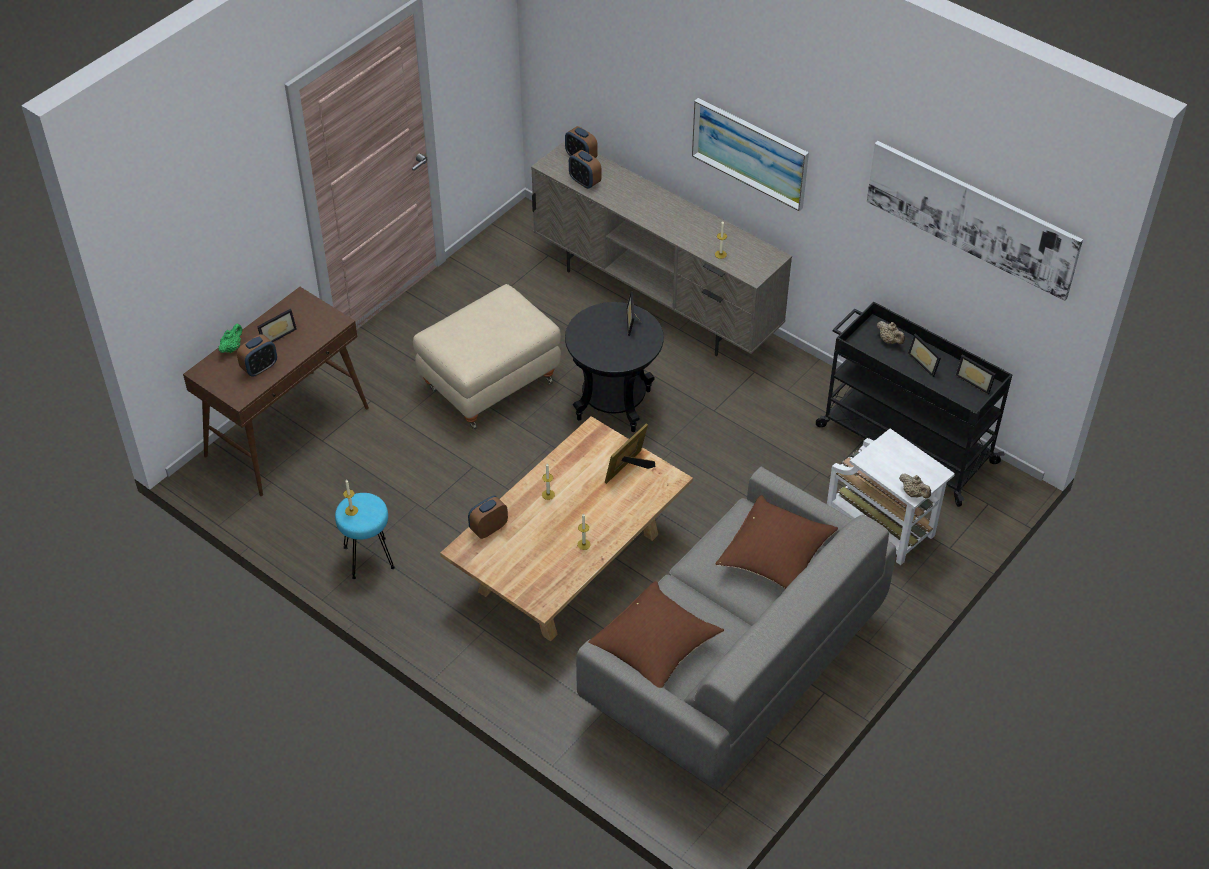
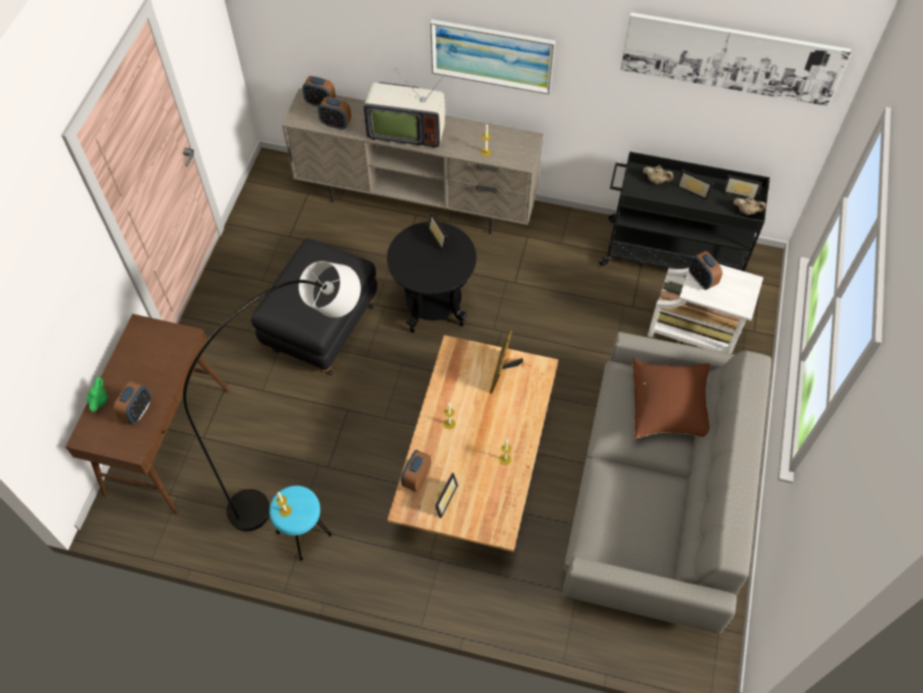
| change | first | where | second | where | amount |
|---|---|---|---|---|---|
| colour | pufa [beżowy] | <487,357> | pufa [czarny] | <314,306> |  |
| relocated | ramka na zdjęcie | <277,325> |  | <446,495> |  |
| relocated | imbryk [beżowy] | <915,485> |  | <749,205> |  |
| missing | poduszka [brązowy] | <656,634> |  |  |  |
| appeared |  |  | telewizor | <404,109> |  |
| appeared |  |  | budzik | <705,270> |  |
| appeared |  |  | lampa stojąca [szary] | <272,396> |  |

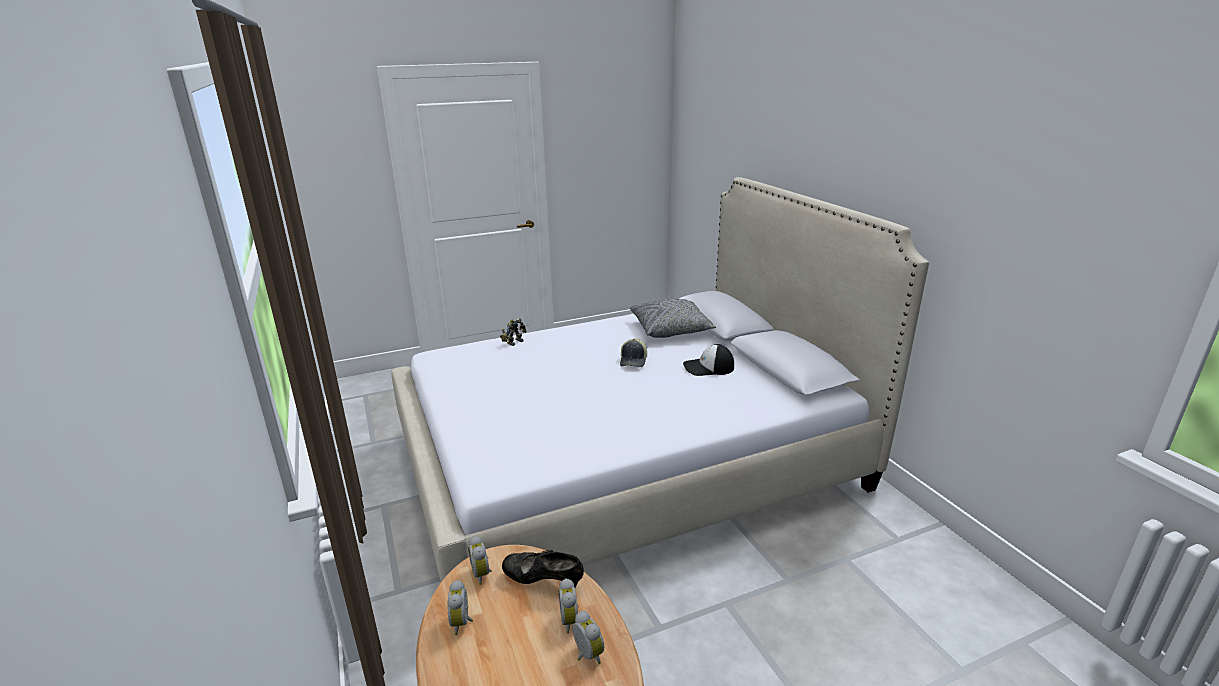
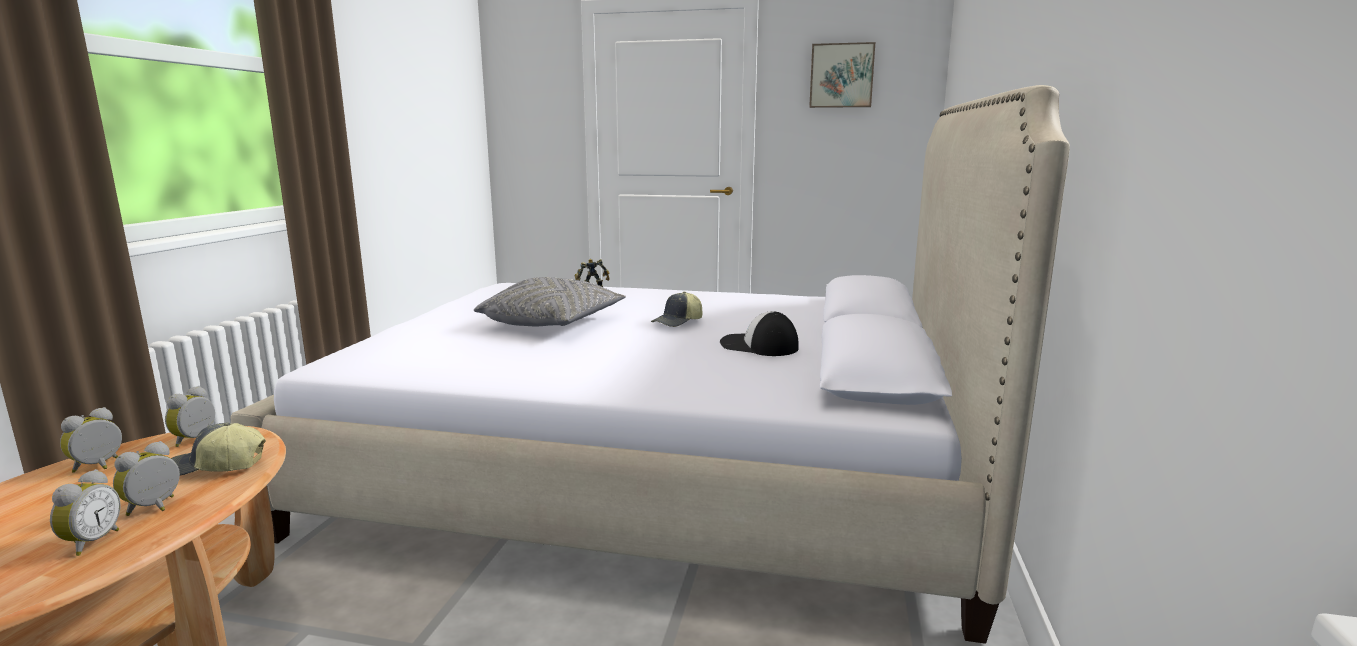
| change | first | where | second | where | amount |
|---|---|---|---|---|---|
| relocated | poduszka [szary] | <673,318> |  | <550,301> |  |
| exchanged | but [czarny] | <543,568> | czapka z daszkiem | <218,449> |  |
| appeared |  |  | obraz | <842,75> |  |

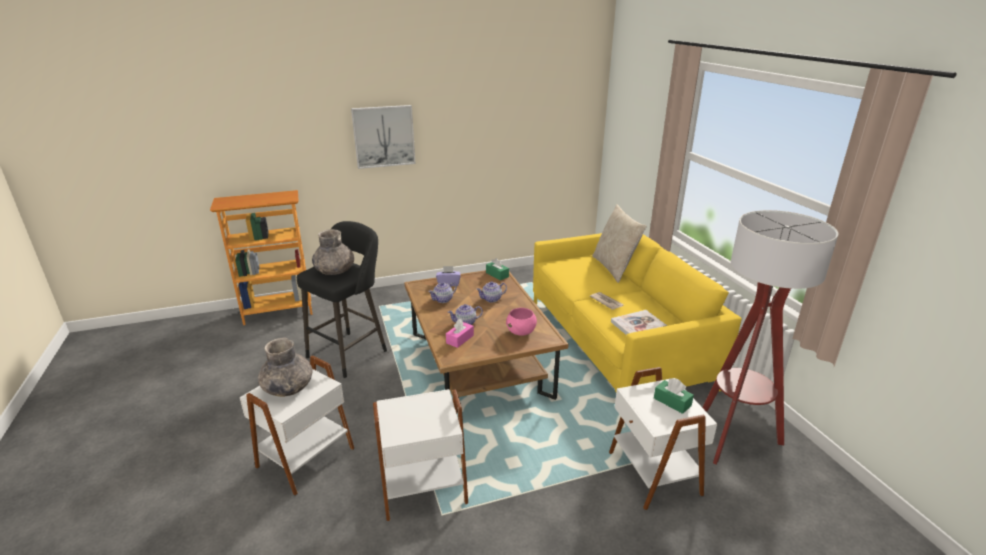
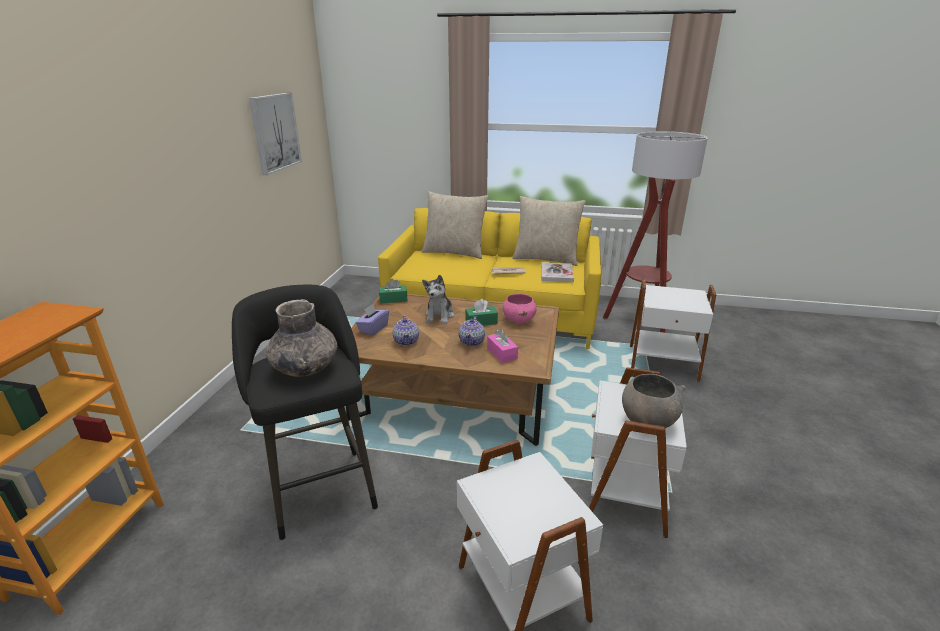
| change | first | where | second | where | amount |
|---|---|---|---|---|---|
| relocated | obraz | <383,137> |  | <275,134> |  |
| exchanged | imbryk | <491,292> | pluszak | <438,299> |  |
| missing | wazon [szary] | <285,367> |  |  |  |
| relocated | pudełko chusteczek [zielony] | <674,396> |  | <481,312> |  |
| appeared |  |  | poduszka [beżowy] | <549,231> |  |
| appeared |  |  | miska [szary] | <654,401> |  |

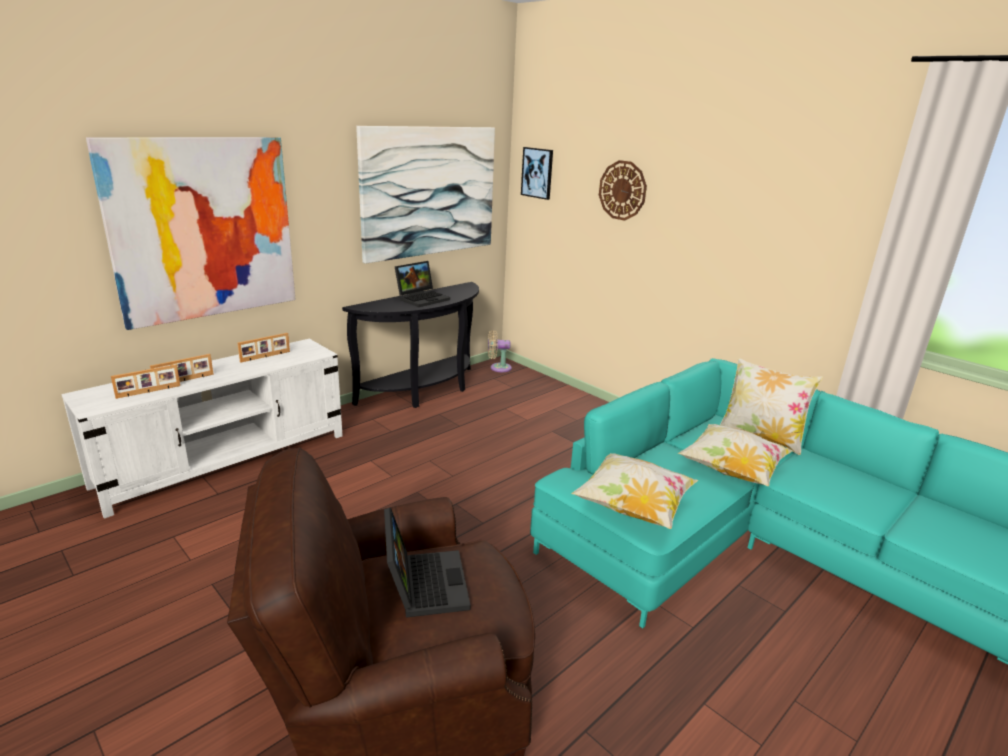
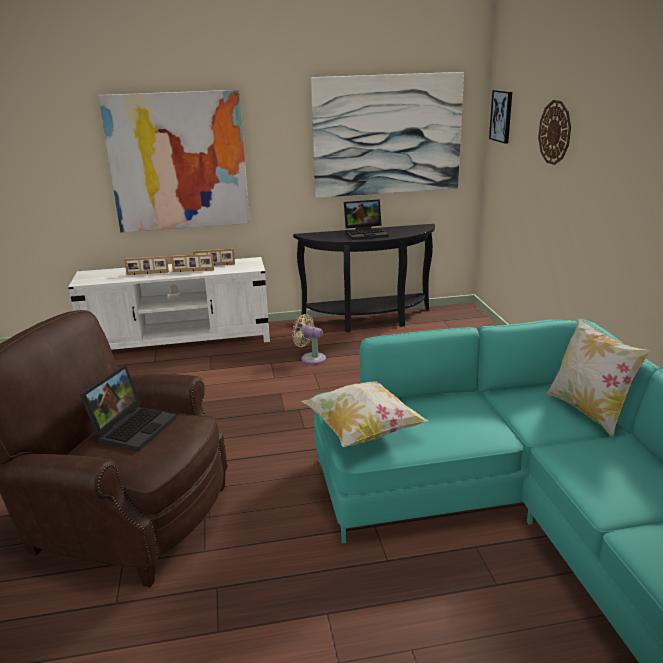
| change | first | where | second | where | amount |
|---|---|---|---|---|---|
| relocated | wentylator [beżowy] | <500,351> |  | <309,339> |  |
| relocated | ramka na zdjęcie | <145,382> |  | <192,263> |  |
| missing | poduszka | <735,455> |  |  |  |

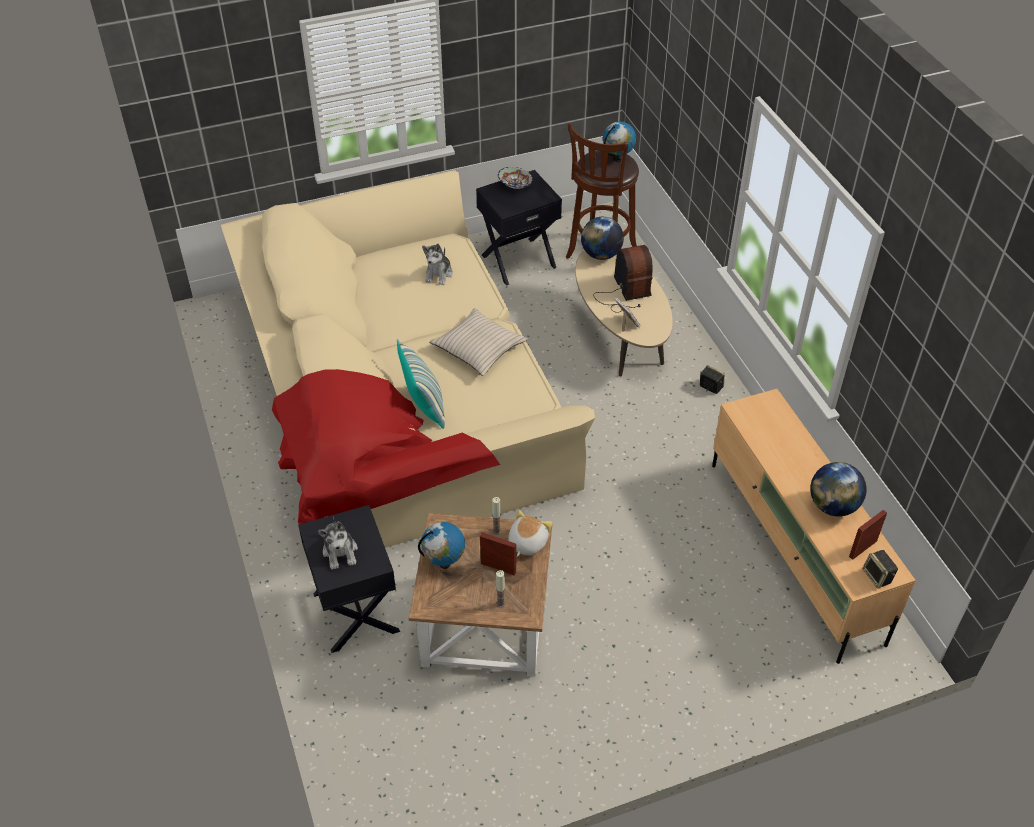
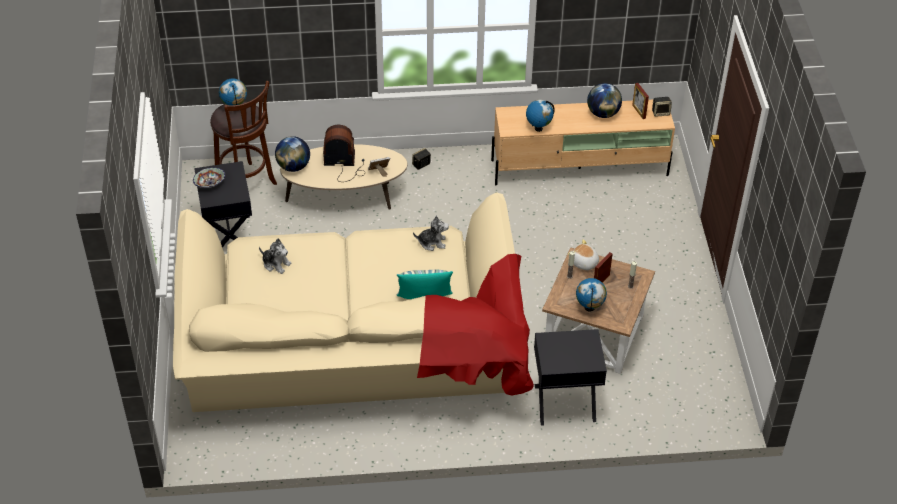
| change | first | where | second | where | amount |
|---|---|---|---|---|---|
| missing | poduszka [beżowy] | <478,342> |  |  |  |
| relocated | pluszak | <338,543> |  | <431,233> |  |
| appeared |  |  | globus | <540,116> |  |

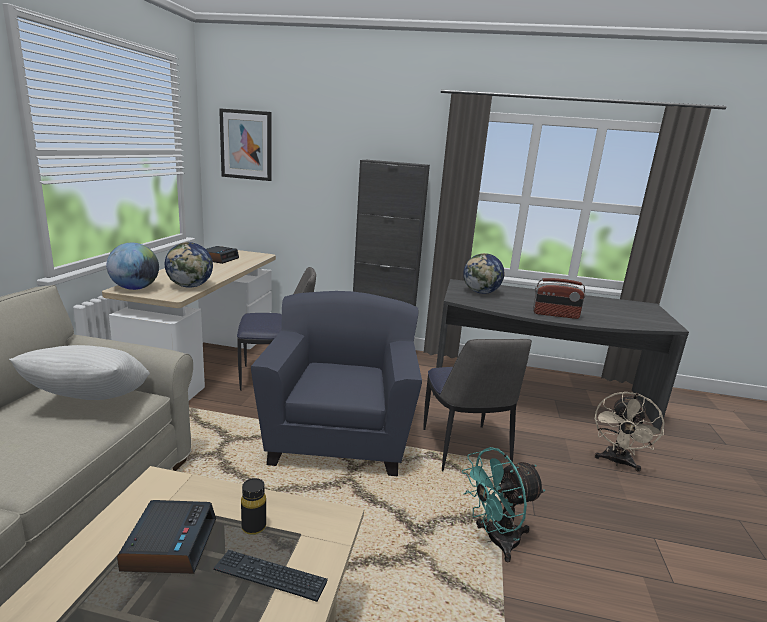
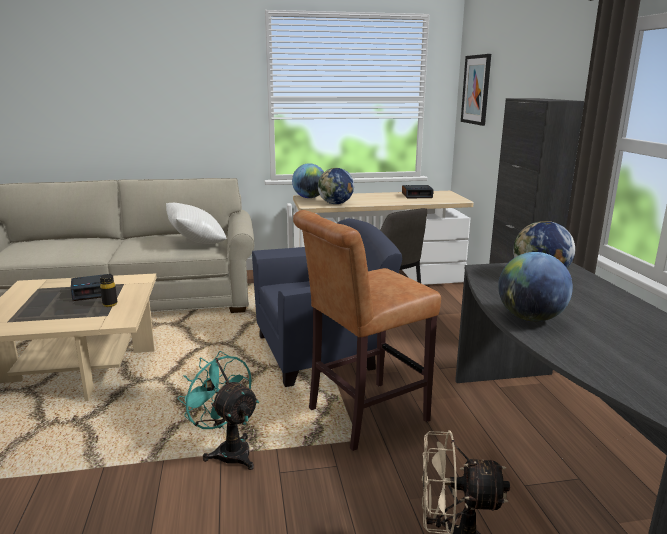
| change | first | where | second | where | amount |
|---|---|---|---|---|---|
| exchanged | radio | <559,298> | globus | <535,287> |  |
| exchanged | krzesło | <477,405> | stołek [brązowy] | <367,330> |  |
| missing | klawiatura | <270,576> |  |  |  |

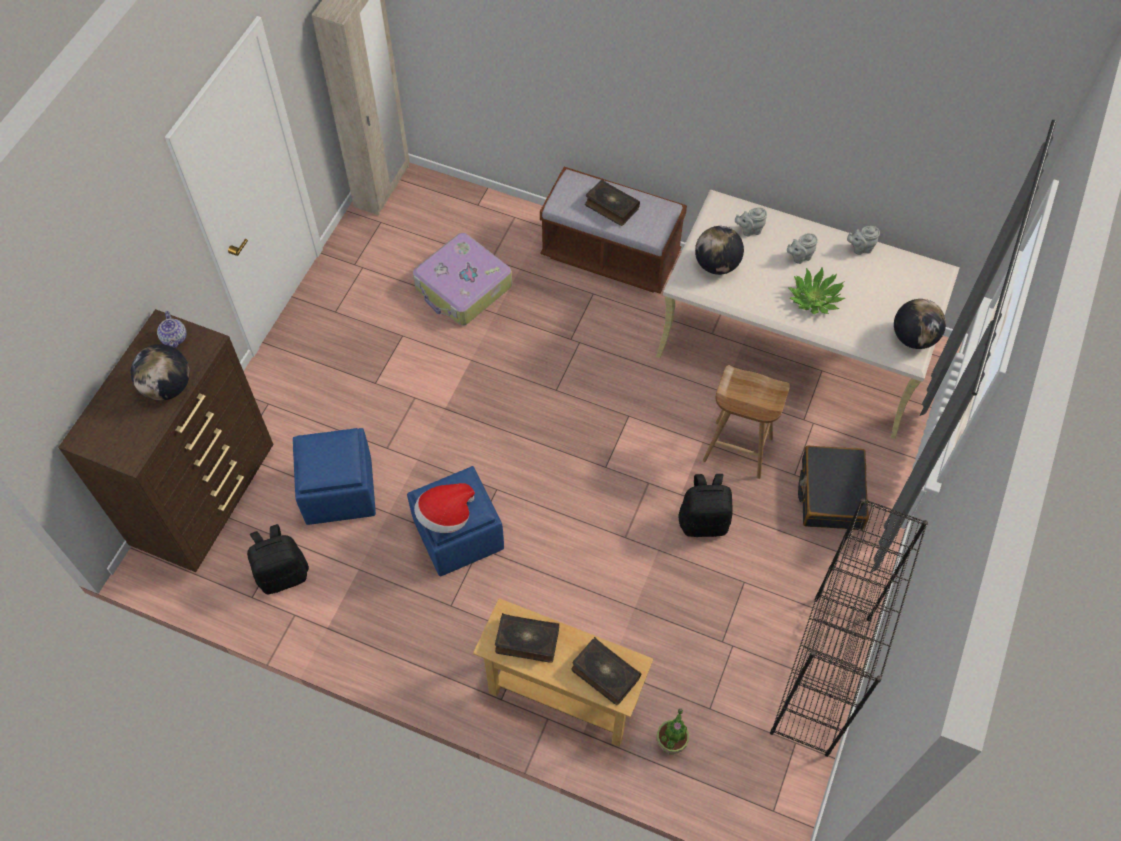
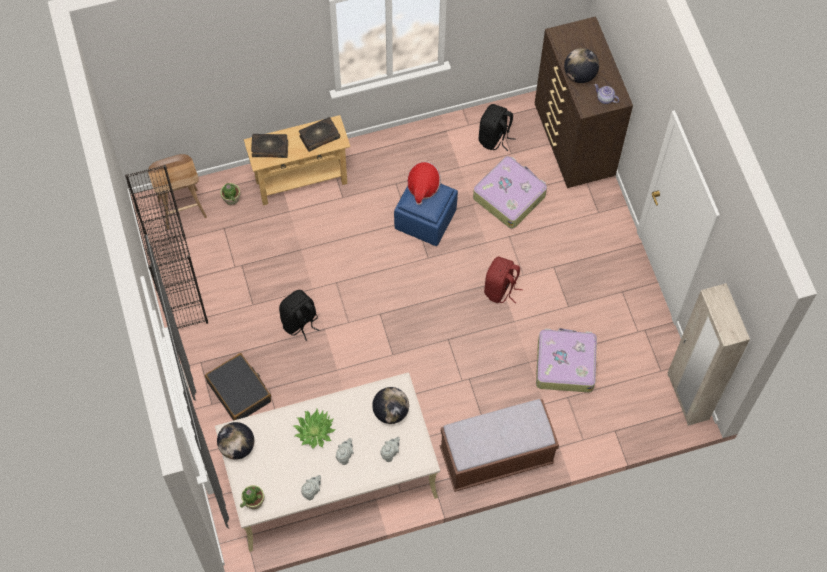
| change | first | where | second | where | amount |
|---|---|---|---|---|---|
| missing | książka | <612,202> |  |  |  |
| relocated | stołek [brązowy] | <746,422> |  | <177,191> |  |
| exchanged | pufa [niebieski] | <334,476> | walizka | <510,192> |  |
| appeared |  |  | plecak [czerwony] | <503,280> |  |
| appeared |  |  | roślina doniczkowa | <252,497> |  |

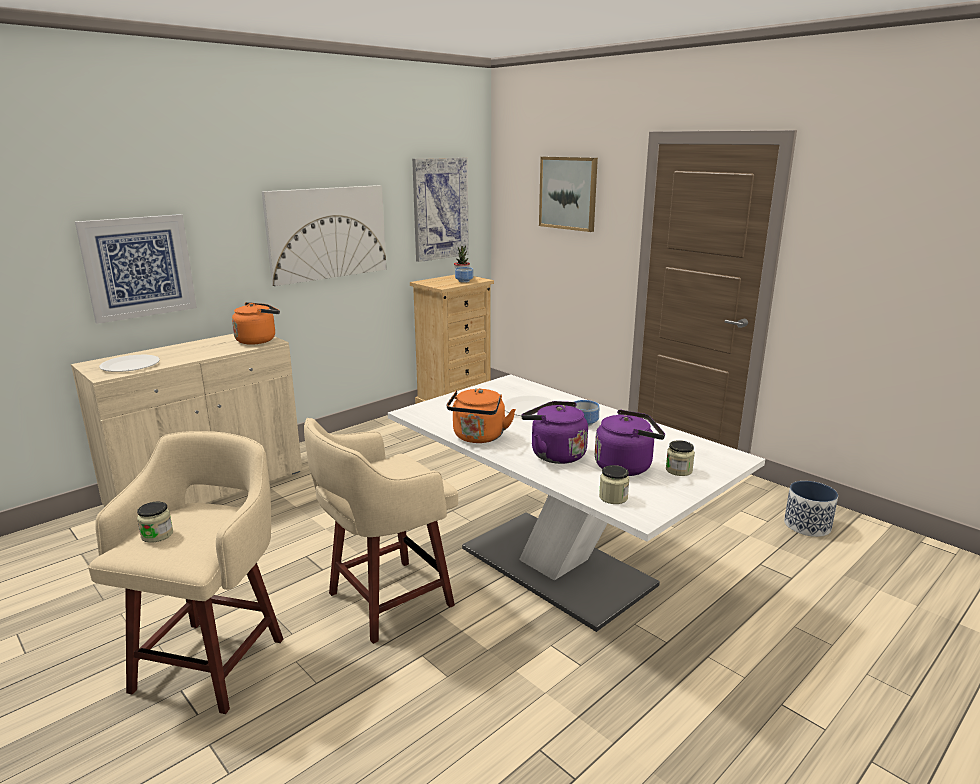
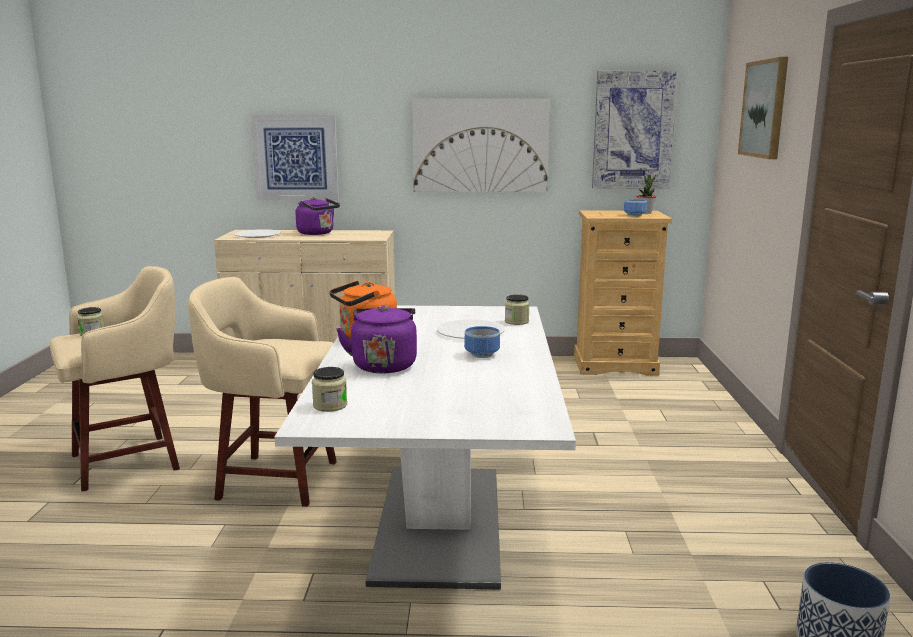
| change | first | where | second | where | amount |
|---|---|---|---|---|---|
| missing | czajnik [pomarańczowy] | <256,323> |  |  |  |
| relocated | czajnik [fioletowy] | <630,442> |  | <318,216> |  |
| relocated | słoik | <680,458> |  | <517,309> |  |

